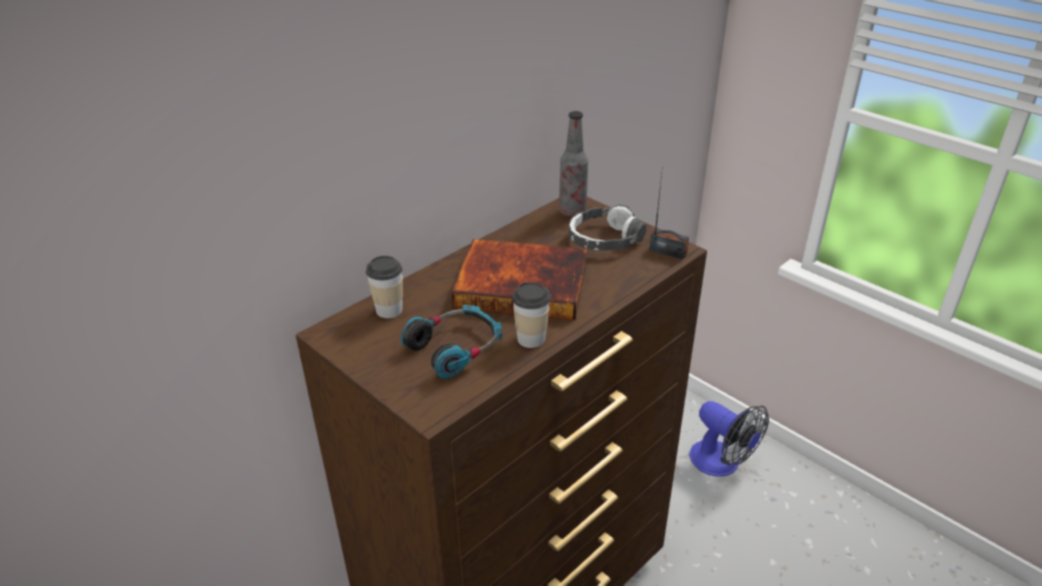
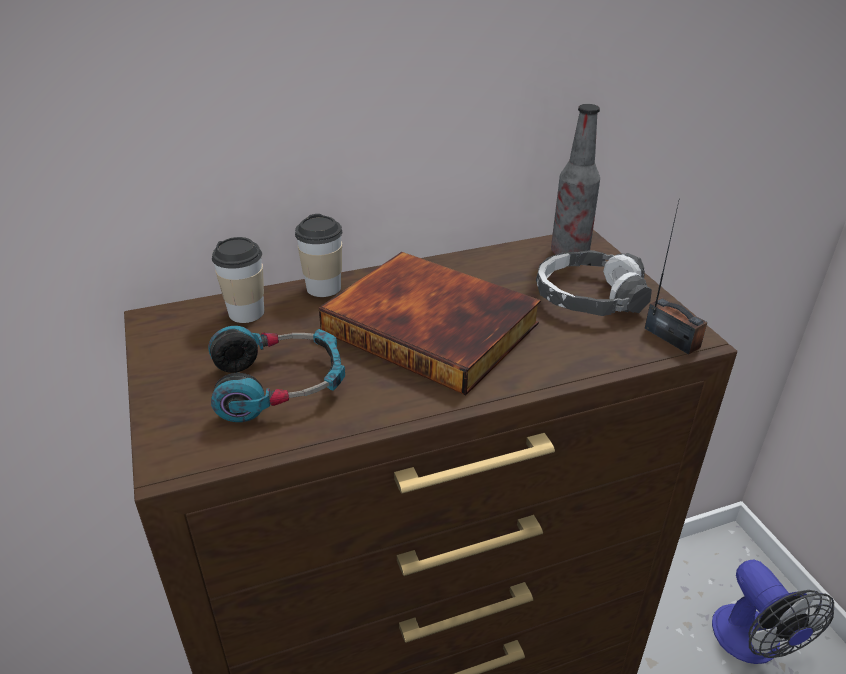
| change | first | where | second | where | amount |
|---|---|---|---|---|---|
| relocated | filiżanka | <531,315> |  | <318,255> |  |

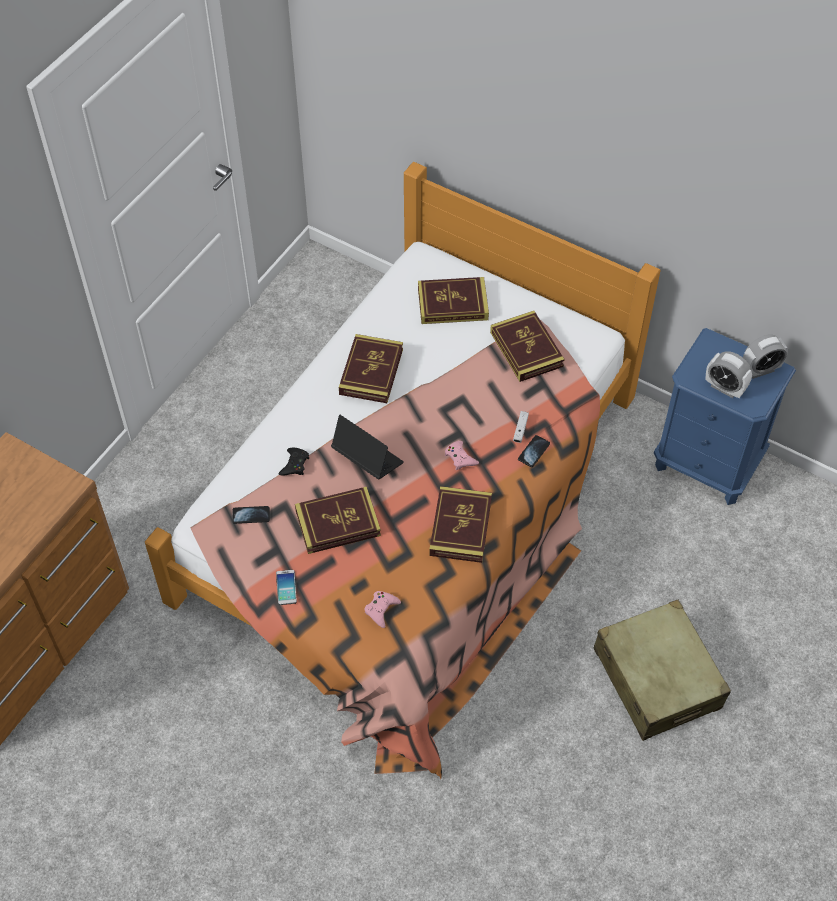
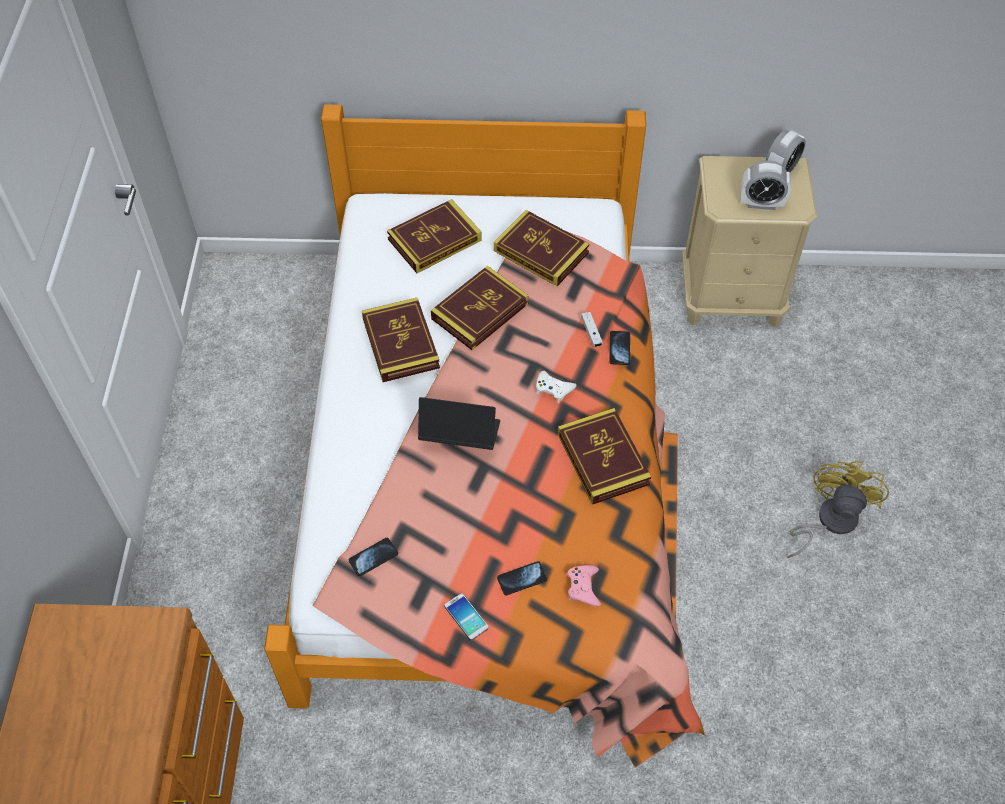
| change | first | where | second | where | amount |
|---|---|---|---|---|---|
| colour | szafka nocna [niebieski] | <725,416> | szafka nocna [beżowy] | <749,241> |  |
| colour | pad do gier [różowy] | <462,455> | pad do gier [biały] | <556,387> |  |
| missing | pad do gier [czarny] | <294,461> |  |  |  |
| relocated | książka | <338,520> |  | <479,308> |  |
| exchanged | walizka [beżowy] | <662,670> | wentylator [żółty] | <838,509> |  |
| appeared |  |  | telefon | <522,578> |  |

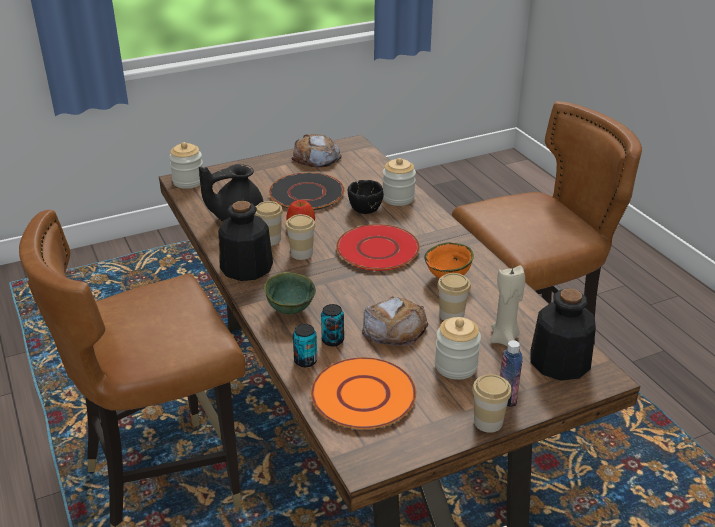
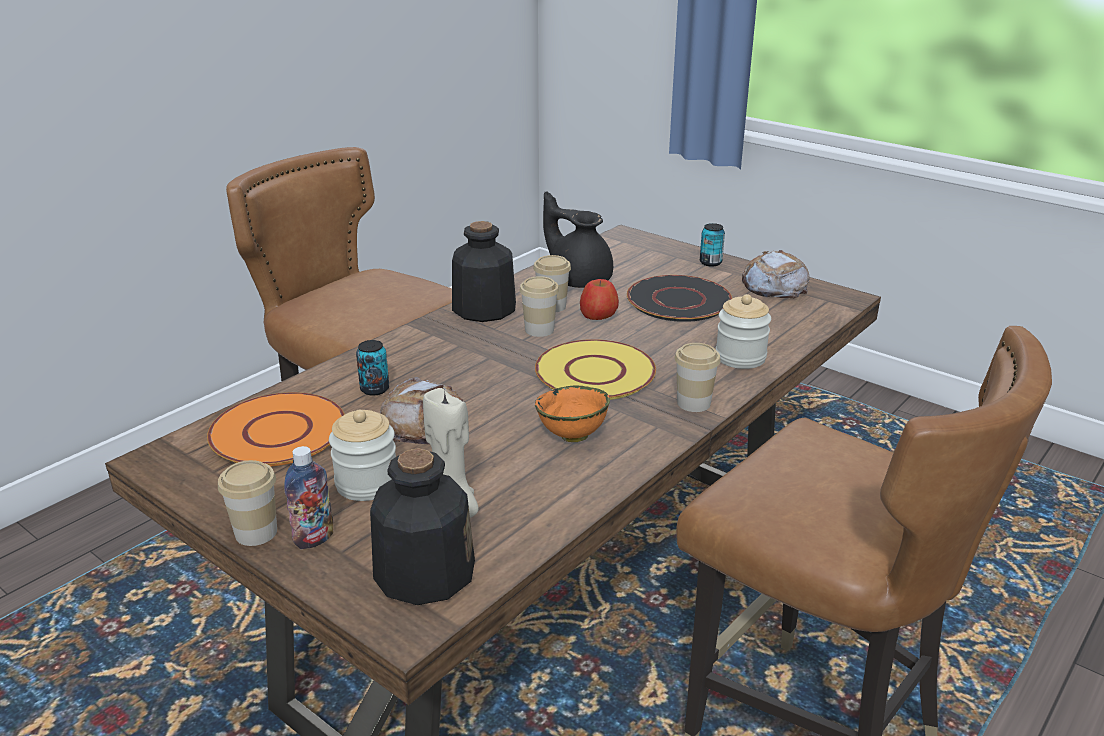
| change | first | where | second | where | amount |
|---|---|---|---|---|---|
| missing | słoik | <186,165> |  |  |  |
| missing | miska [czarny] | <366,197> |  |  |  |
| colour | talerz [czerwony] | <378,247> | talerz [żółty] | <595,369> |  |
| missing | miska [zielony] | <290,293> |  |  |  |
| relocated | filiżanka | <454,297> |  | <698,377> |  |
| relocated | puszka | <305,345> |  | <712,245> |  |

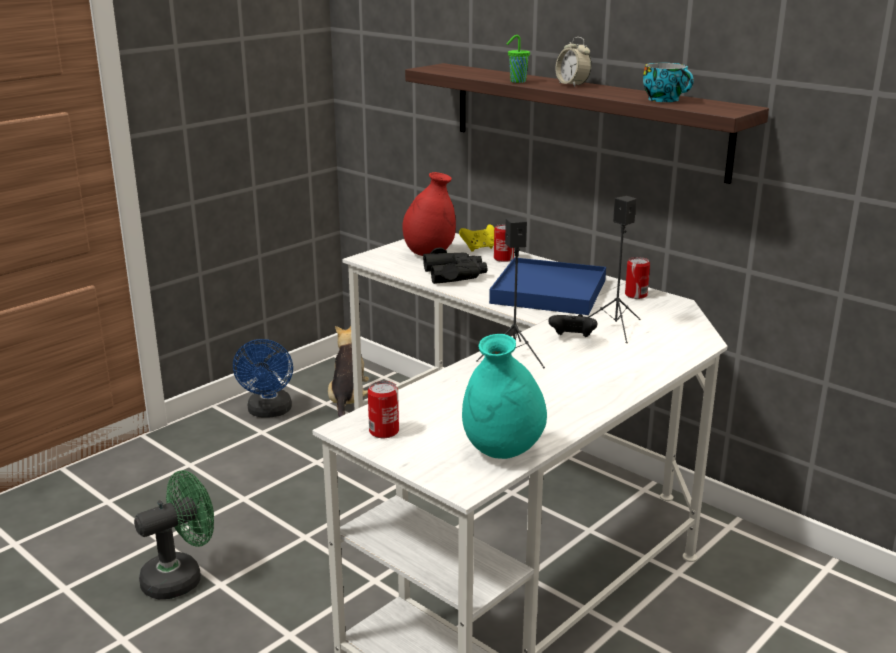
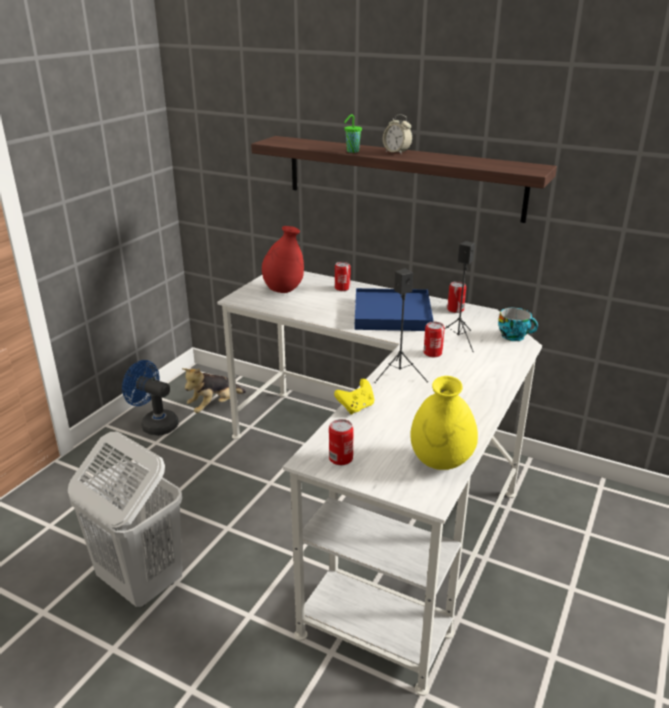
| change | first | where | second | where | amount |
|---|---|---|---|---|---|
| relocated | filiżanka | <668,82> |  | <518,324> |  |
| relocated | pad do gier [żółty] | <476,238> |  | <354,396> |  |
| missing | lornetka [czarny] | <455,265> |  |  |  |
| exchanged | pad do gier [czarny] | <572,325> | puszka | <434,339> |  |
| spun | pluszak | <348,371> |  | <214,390> | 120 degrees counterclockwise |
| colour | wazon [turkusowy] | <504,396> | wazon [żółty] | <444,423> |  |
| spun | wentylator [niebieski] | <263,378> |  | <150,398> | 135 degrees clockwise |
| exchanged | wentylator [zielony] | <174,534> | kosz na pranie [biały] | <125,519> |  |

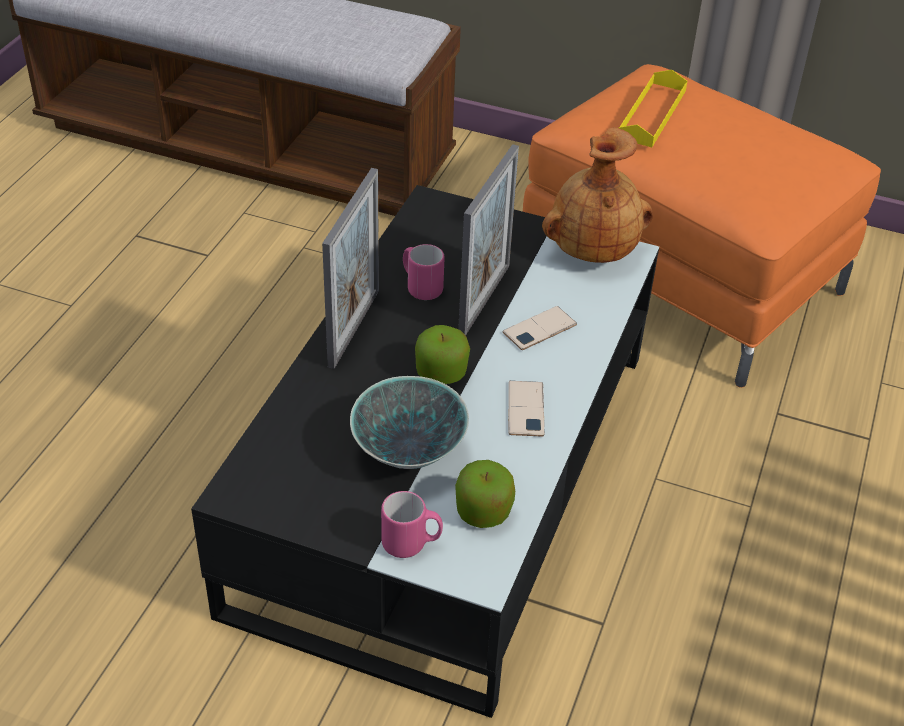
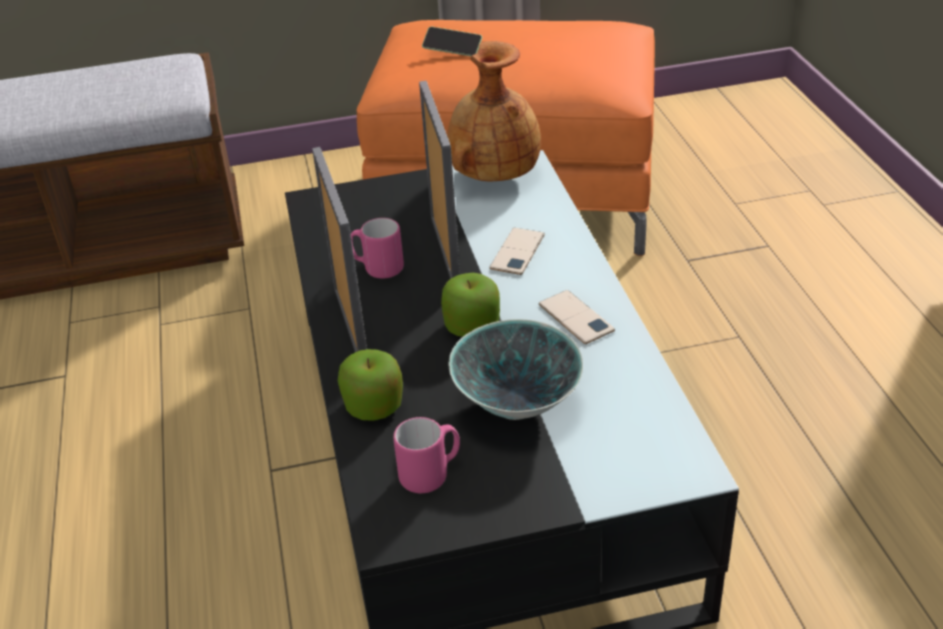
| change | first | where | second | where | amount |
|---|---|---|---|---|---|
| exchanged | taca [żółty] | <653,108> | telefon | <452,41> |  |
| relocated | jabłko | <485,494> |  | <370,385> |  |
| relocated | kubek [różowy] | <412,524> |  | <426,455> |  |

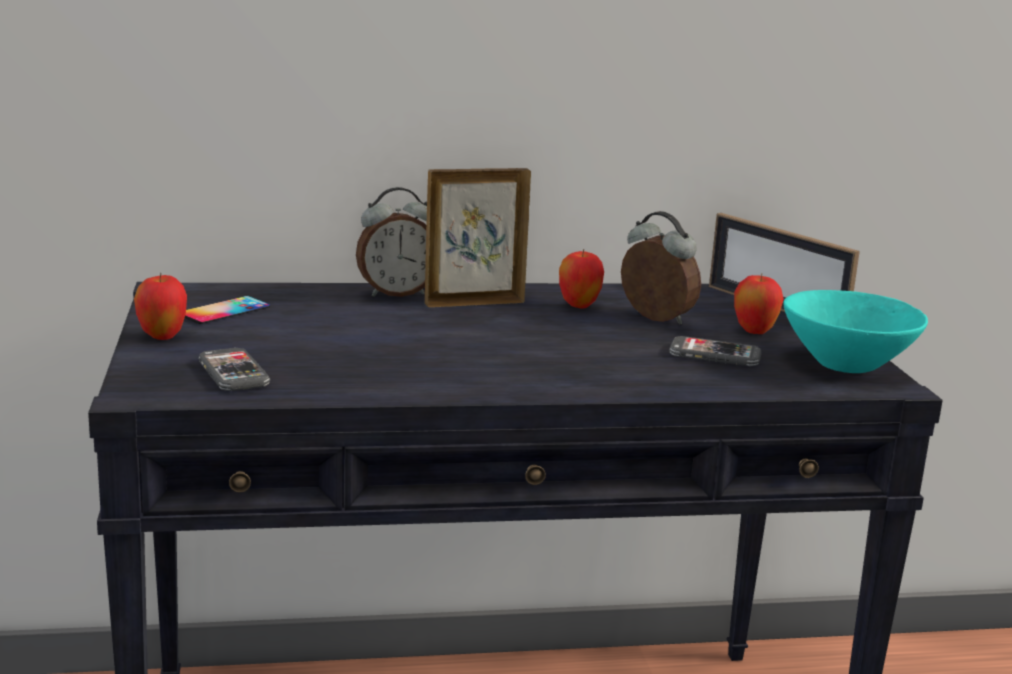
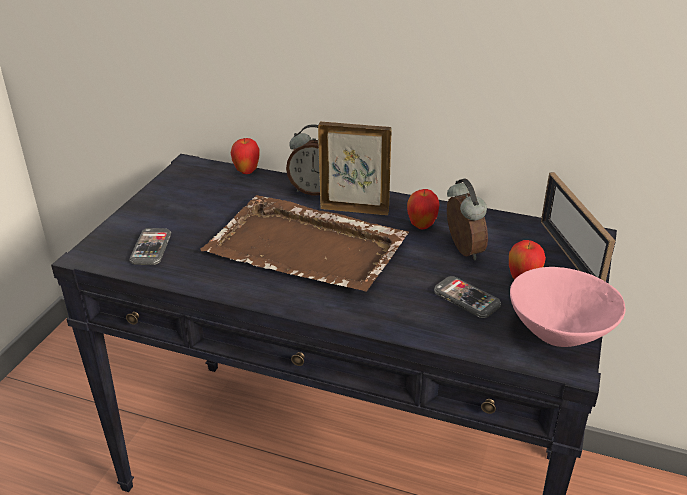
| change | first | where | second | where | amount |
|---|---|---|---|---|---|
| relocated | jabłko | <160,306> |  | <245,156> |  |
| colour | miska [turkusowy] | <855,331> | miska [różowy] | <568,307> |  |
| missing | telefon | <227,310> |  |  |  |
| appeared |  |  | taca [brązowy] | <304,243> |  |

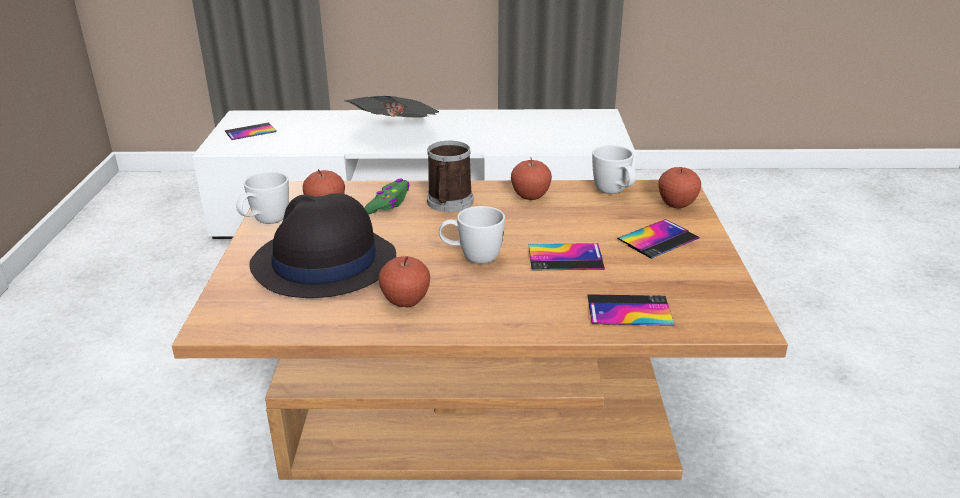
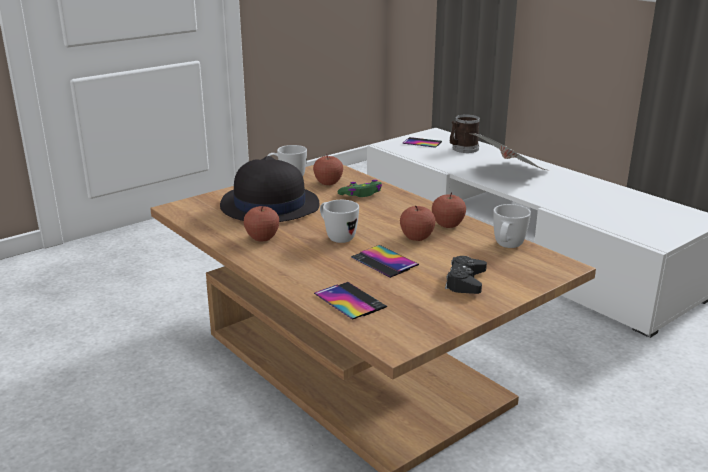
| change | first | where | second | where | amount |
|---|---|---|---|---|---|
| relocated | kubek | <450,176> |  | <465,133> |  |
| relocated | jabłko | <679,187> |  | <418,223> |  |
| exchanged | telefon | <658,239> | pad do gier [czarny] | <466,275> |  |

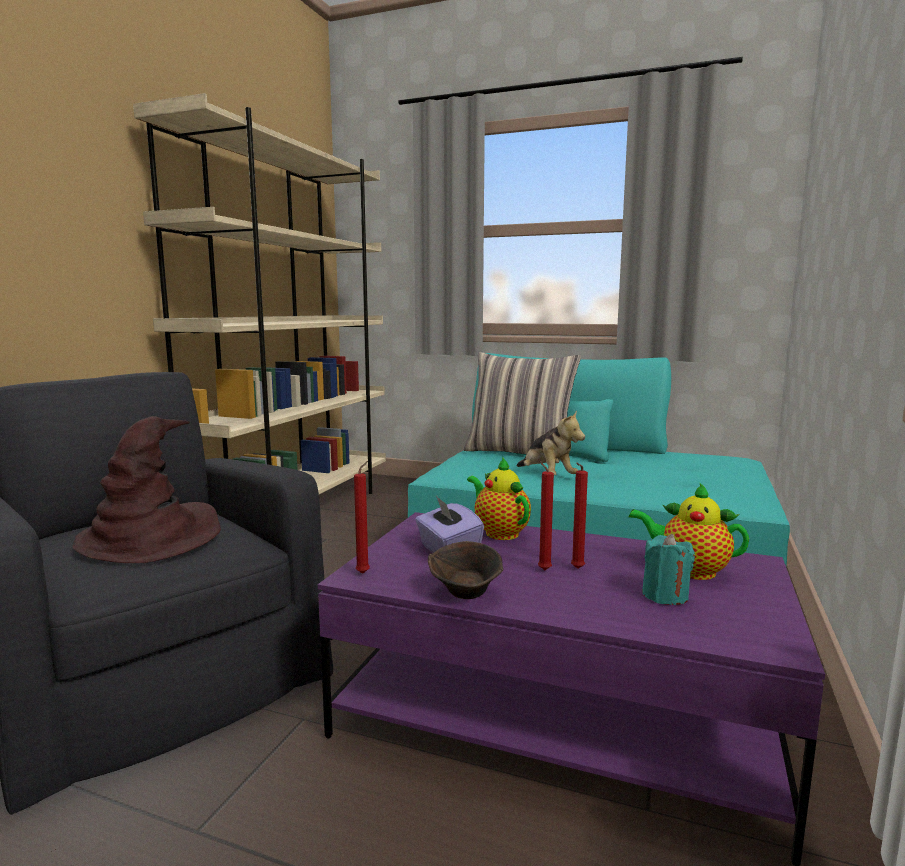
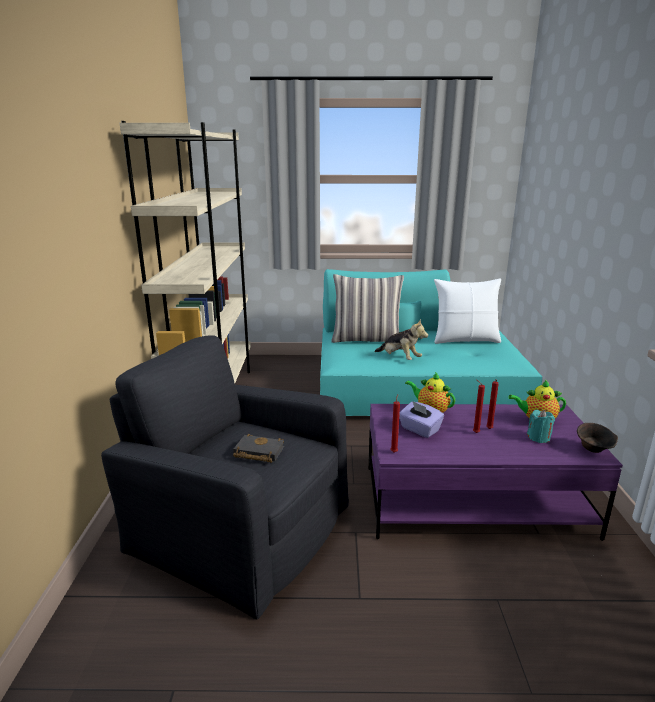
| change | first | where | second | where | amount |
|---|---|---|---|---|---|
| exchanged | kapelusz [brązowy] | <146,489> | książka [czarny] | <258,448> |  |
| relocated | miska [brązowy] | <465,570> |  | <597,438> |  |
| appeared |  |  | poduszka [biały] | <467,311> |  |

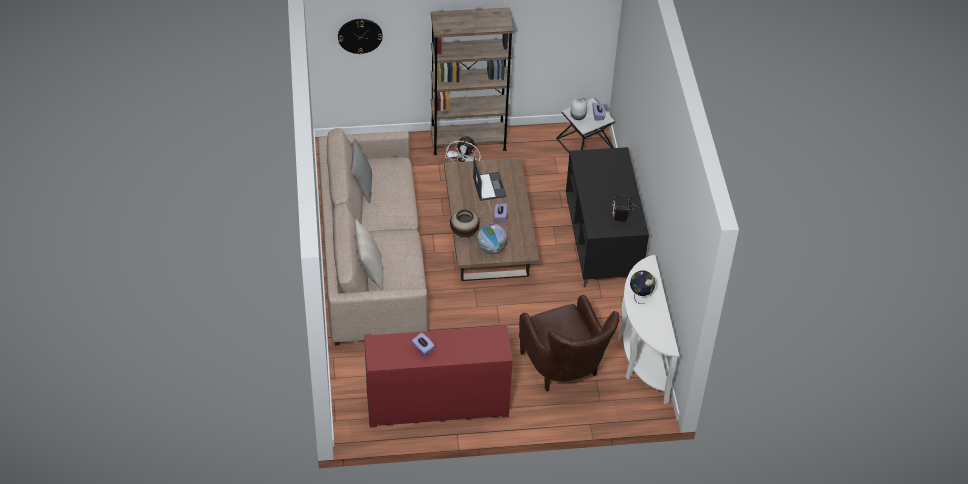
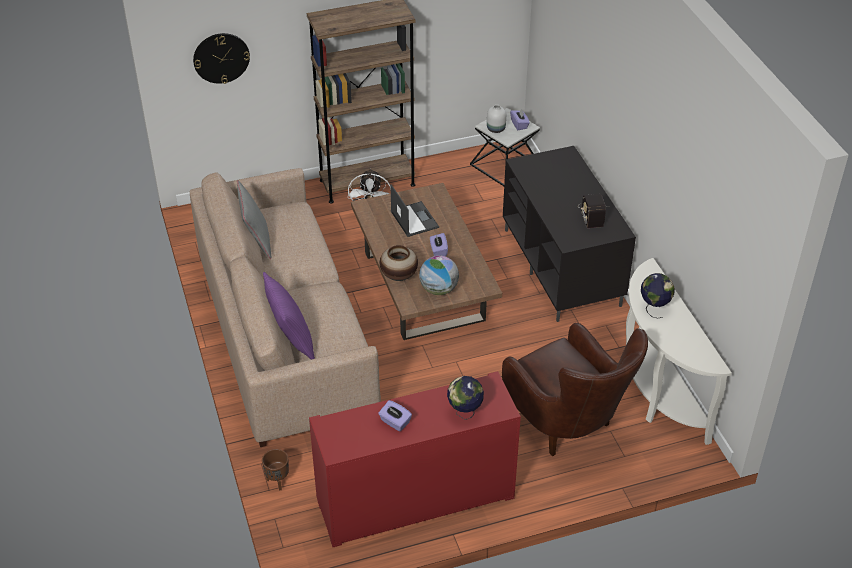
| change | first | where | second | where | amount |
|---|---|---|---|---|---|
| colour | poduszka [beżowy] | <369,254> | poduszka [fioletowy] | <289,316> |  |
| appeared |  |  | globus | <465,398> |  |
| appeared |  |  | donica [brązowy] | <275,470> |  |

